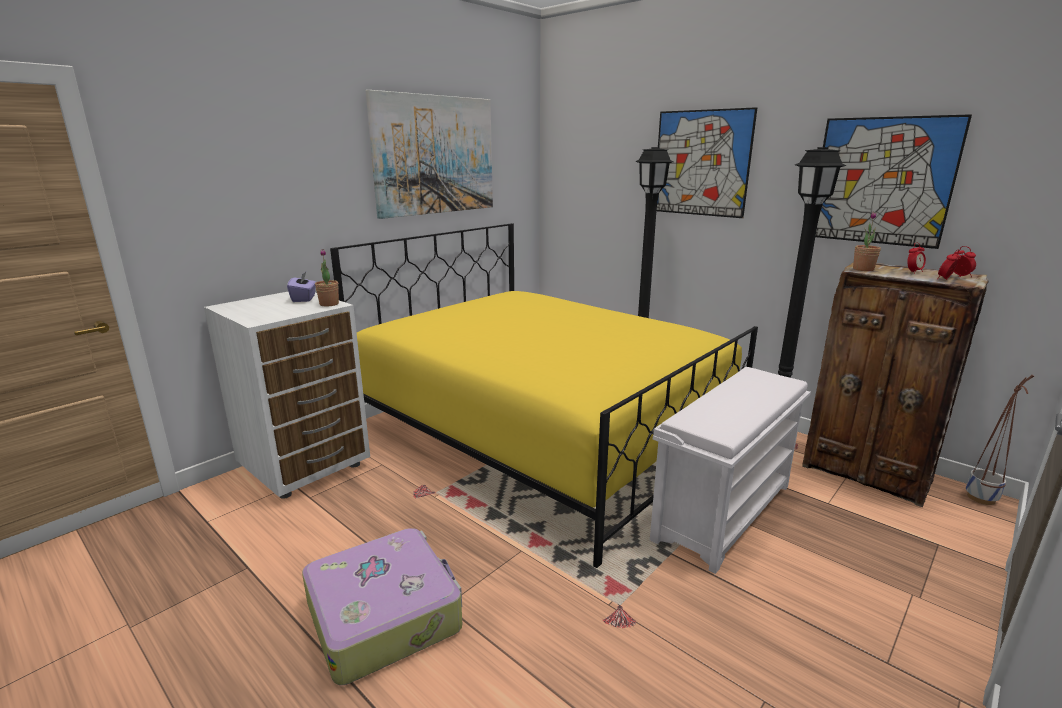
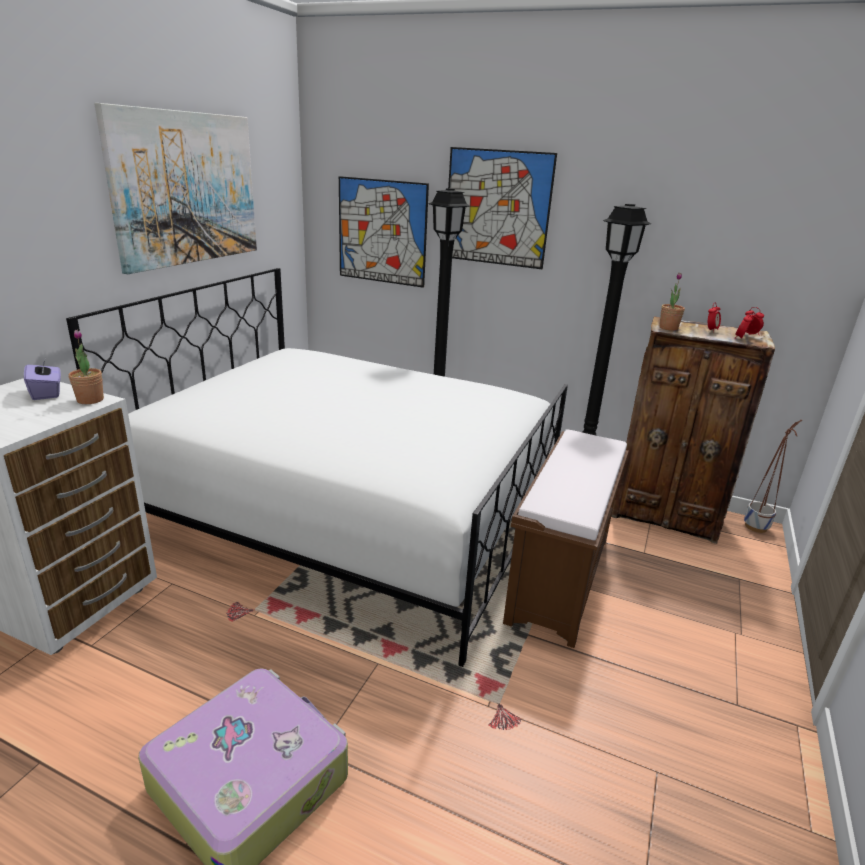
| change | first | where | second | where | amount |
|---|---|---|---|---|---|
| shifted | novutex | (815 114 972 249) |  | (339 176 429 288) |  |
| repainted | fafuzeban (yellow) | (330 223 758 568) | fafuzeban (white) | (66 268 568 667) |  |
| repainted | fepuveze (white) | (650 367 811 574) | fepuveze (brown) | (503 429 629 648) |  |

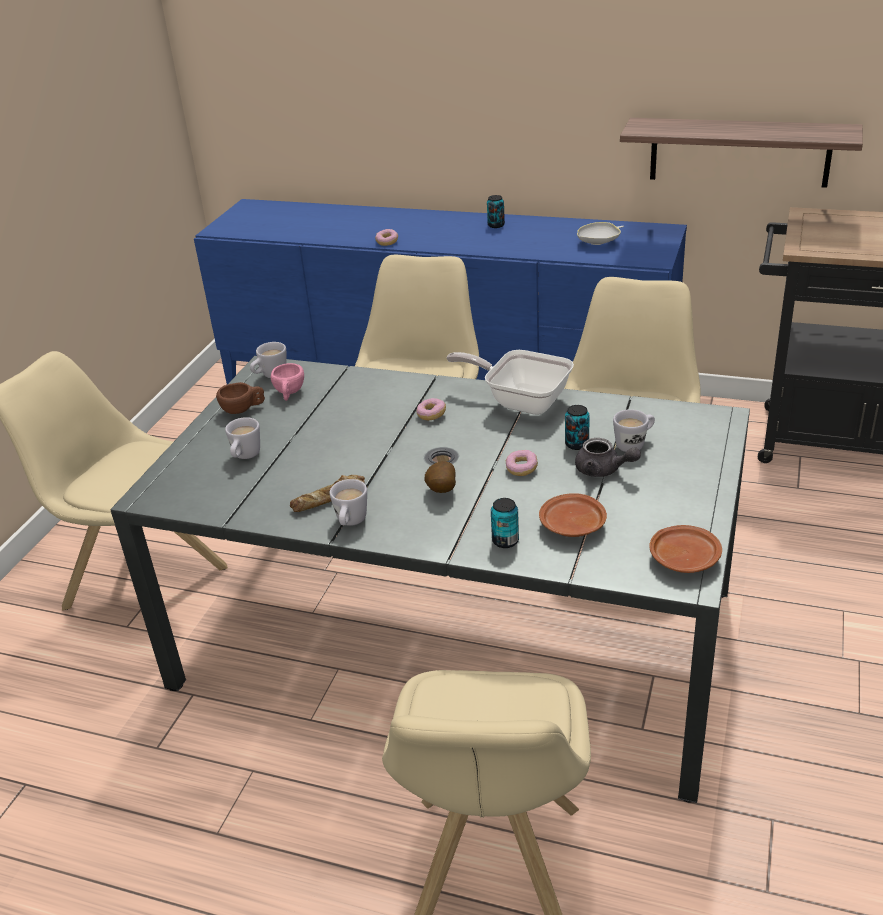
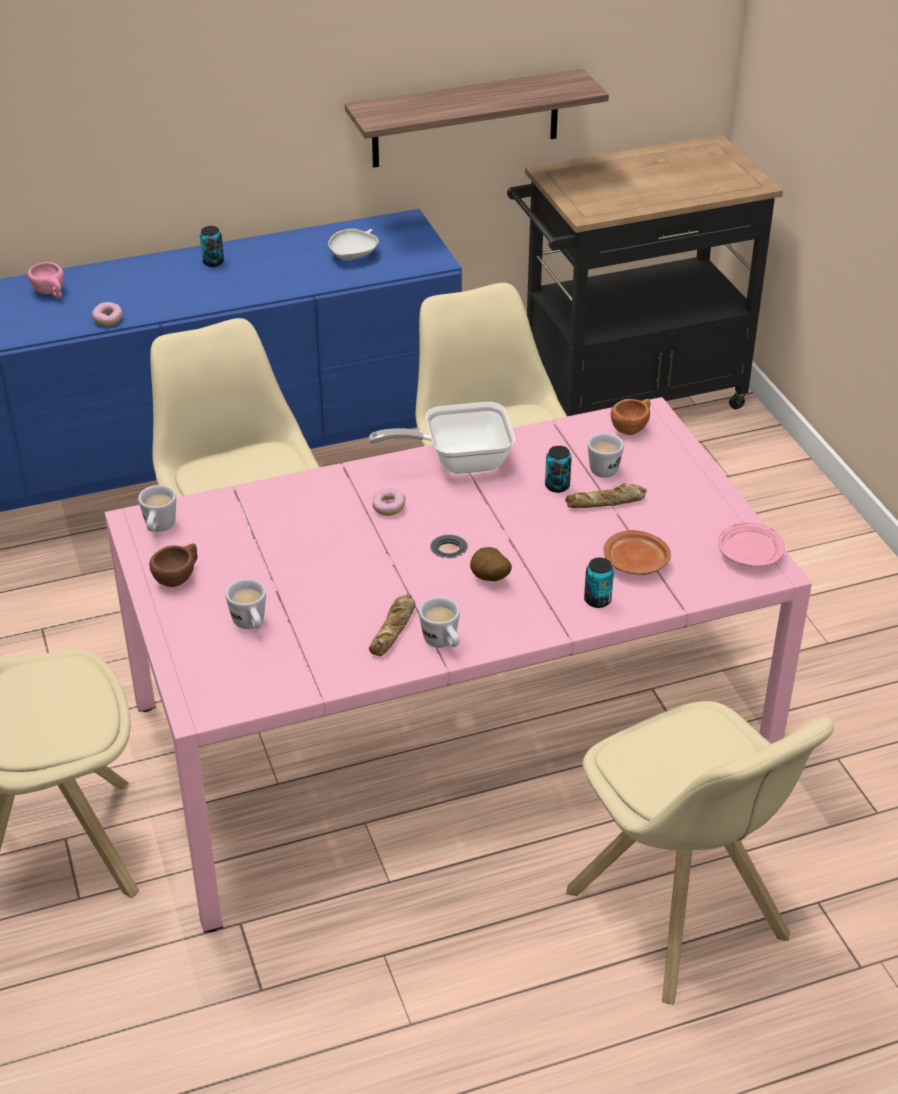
| change | first | where | second | where | amount |
|---|---|---|---|---|---|
| repainted | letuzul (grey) | (111 356 750 803) | letuzul (pink) | (105 397 812 933) |  |
| shifted | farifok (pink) | (271 363 304 401) |  | (28 262 64 298) |  |
| swapped | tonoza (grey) | (575 438 641 477) | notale | (565 483 647 508) |  |
| gone | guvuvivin | (506 450 538 476) |  |  |  |
| repainted | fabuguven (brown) | (649 525 722 573) | fabuguven (pink) | (718 522 785 567) |  |
| new |  |  | farifok (brown) | (611 399 651 435) |  |

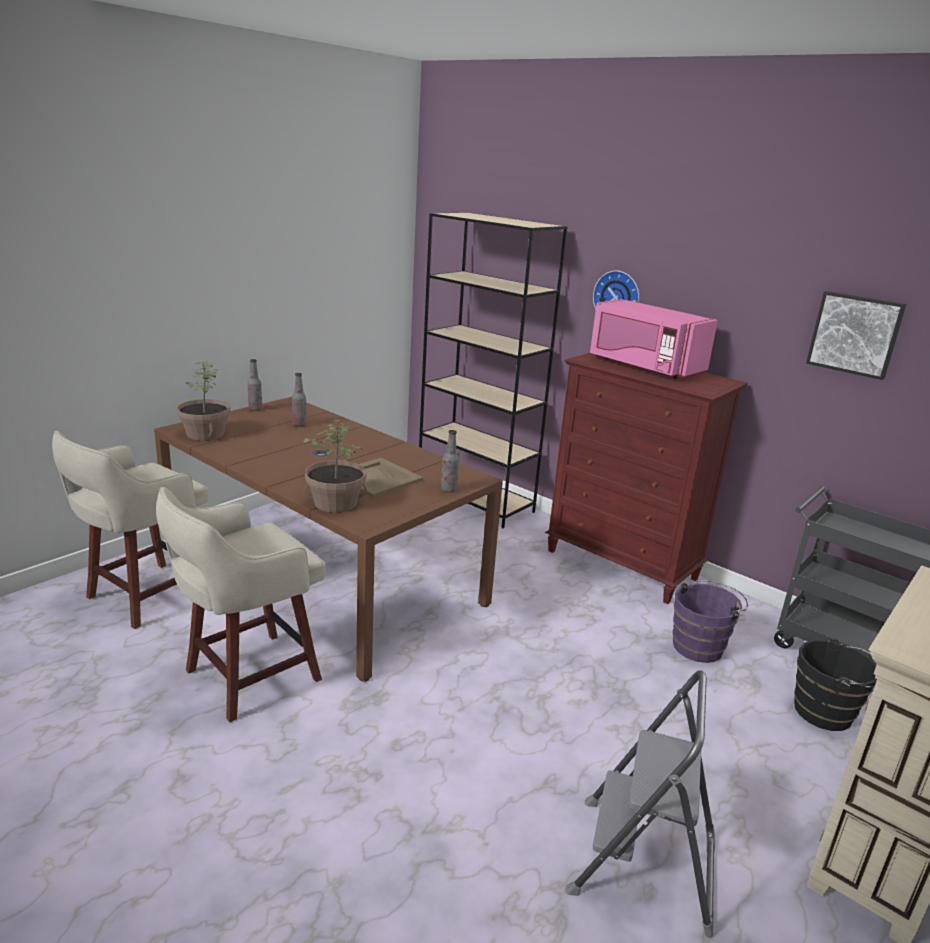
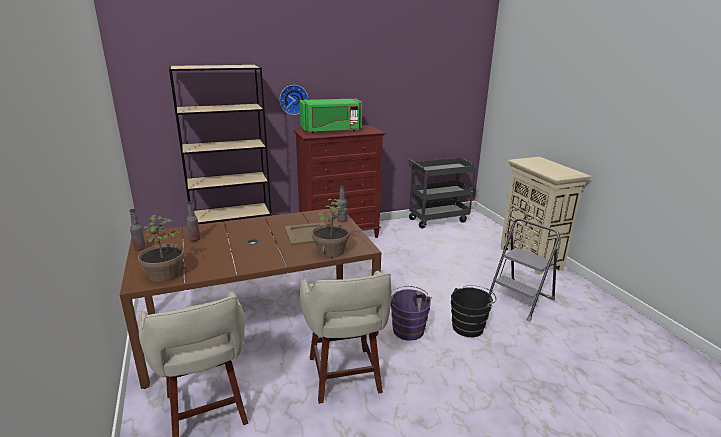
| change | first | where | second | where | amount |
|---|---|---|---|---|---|
| gone | novutex | (806 291 907 380) |  |  |  |
| repainted | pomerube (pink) | (590 299 718 379) | pomerube (green) | (299 99 362 133) |  |
| shifted | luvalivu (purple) | (673 580 748 663) |  | (391 286 432 341) |  |
| shifted | luvalivu (black) | (794 638 877 731) |  | (451 285 496 337) |  |

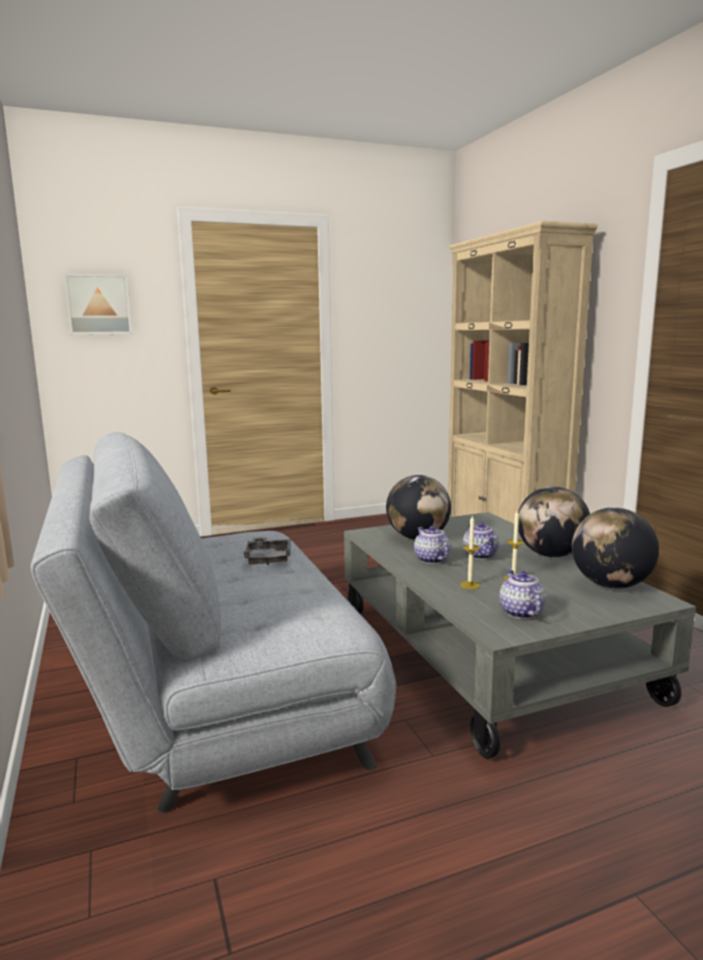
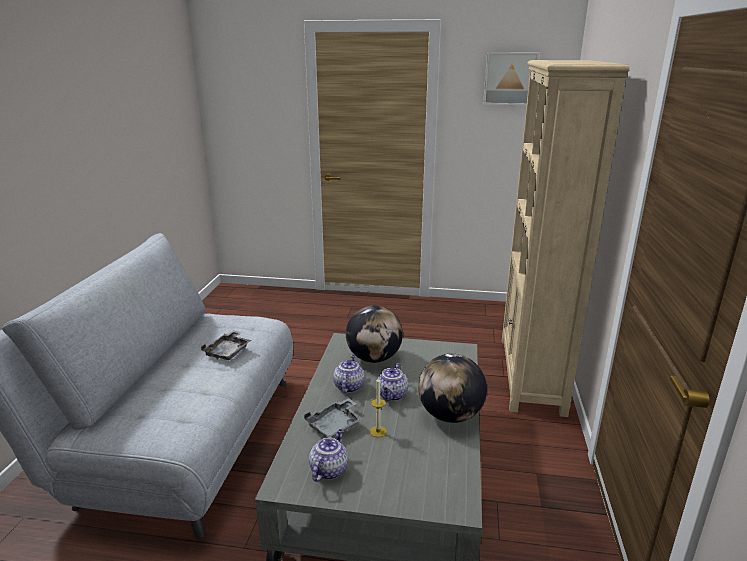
| change | first | where | second | where | amount |
|---|---|---|---|---|---|
| shifted | novutex | (64 274 132 335) |  | (483 52 539 105) |  |
| gone | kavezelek | (572 507 659 589) |  |  |  |
| swapped | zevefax | (460 516 480 589) | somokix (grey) | (304 398 363 438) |  |

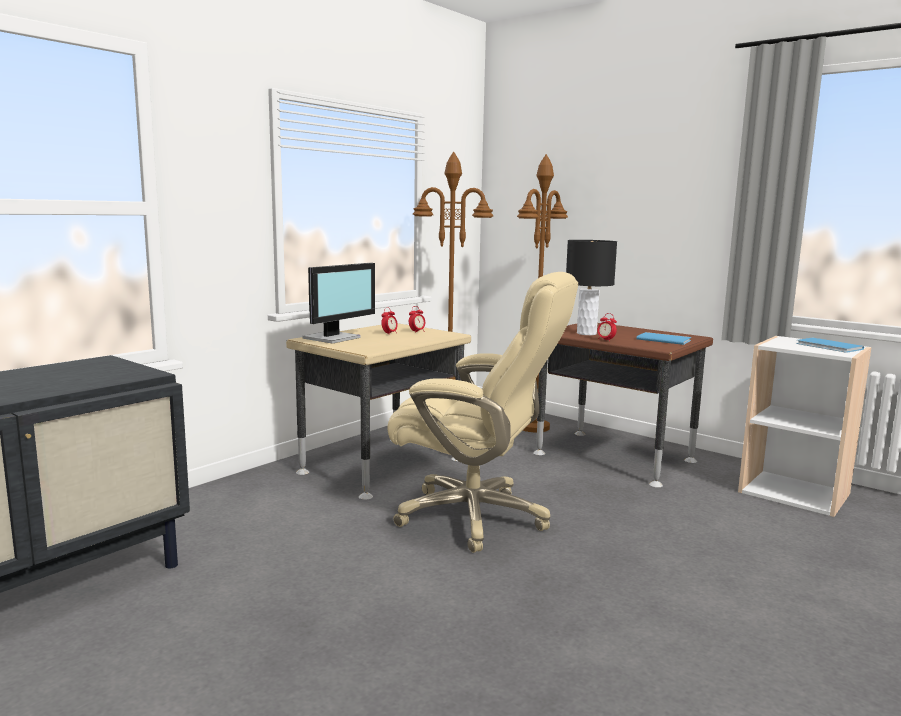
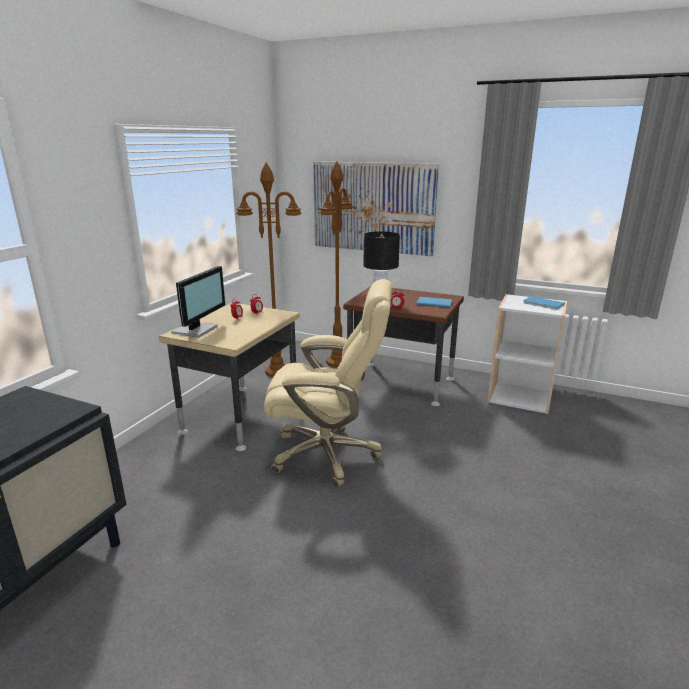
| change | first | where | second | where | amount |
|---|---|---|---|---|---|
| new |  |  | novutex | (313 161 439 256) |  |

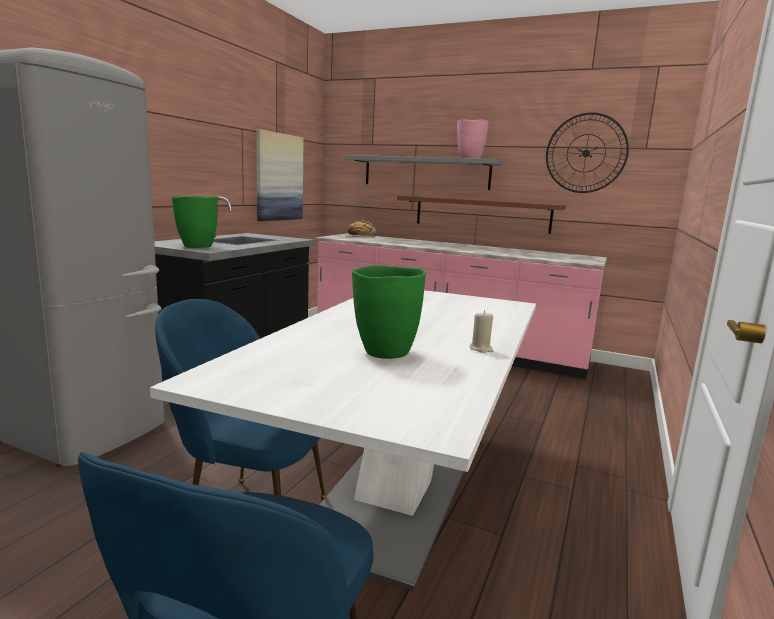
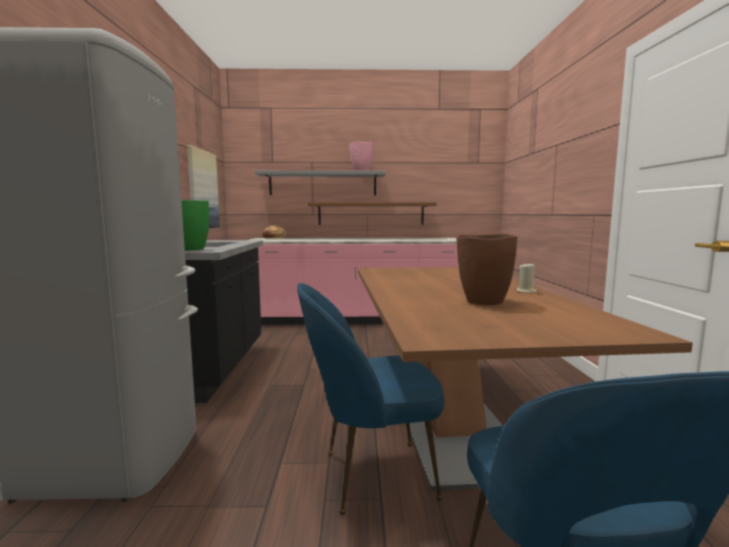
| change | first | where | second | where | amount |
|---|---|---|---|---|---|
| gone | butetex | (546 112 629 193) |  |  |  |
| repainted | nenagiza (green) | (352 265 426 359) | nenagiza (brown) | (456 233 517 305) |  |
| repainted | letuzul (white) | (150 290 536 591) | letuzul (brown) | (357 267 693 491) |  |

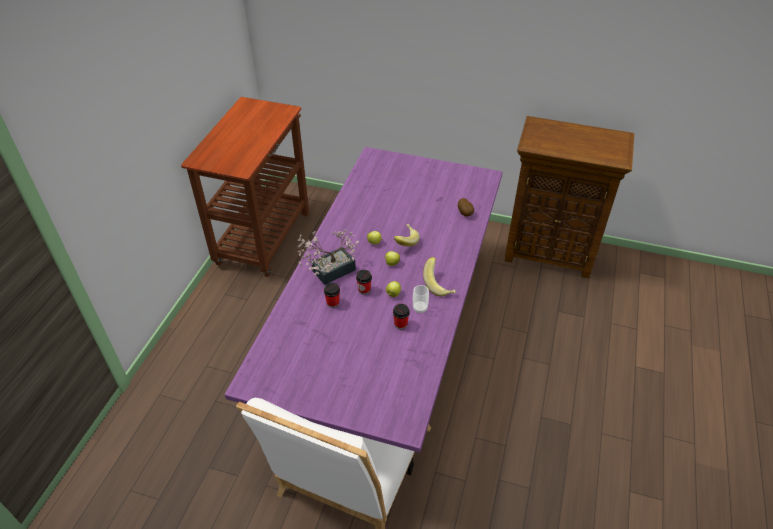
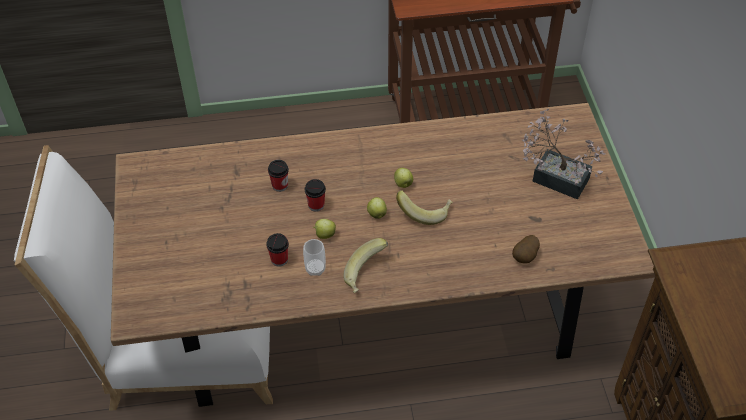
| change | first | where | second | where | amount |
|---|---|---|---|---|---|
| repainted | letuzul (purple) | (225 147 503 475) | letuzul (brown) | (111 103 655 407) |  |
| shifted | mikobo | (297 229 359 285) |  | (522 109 606 200) |  |

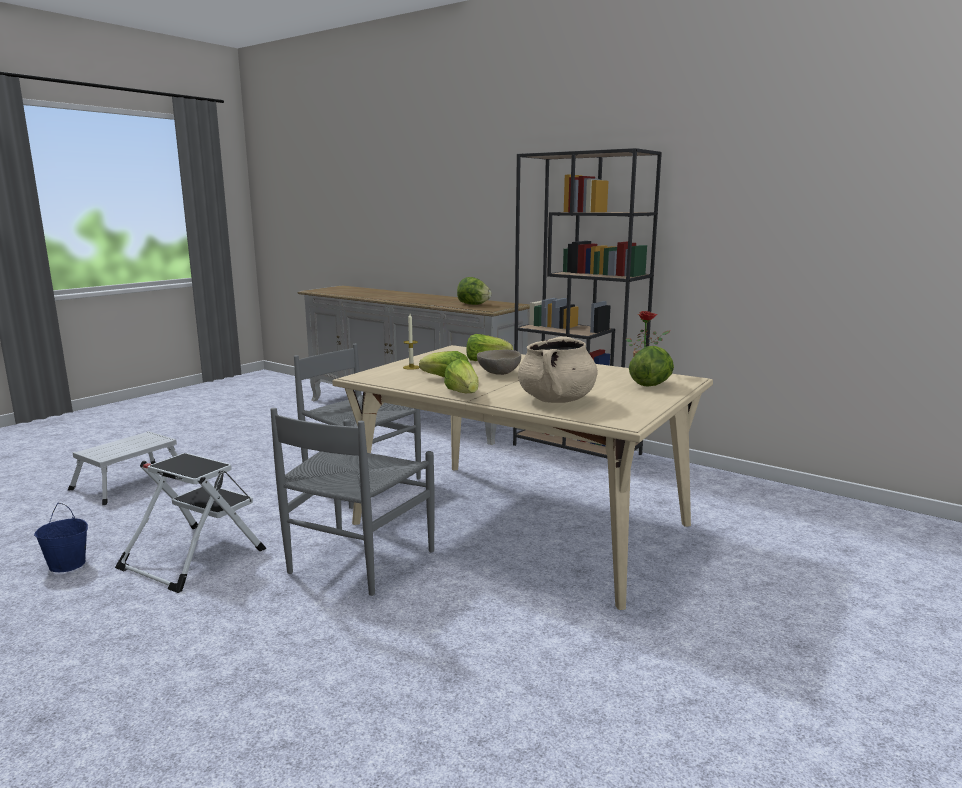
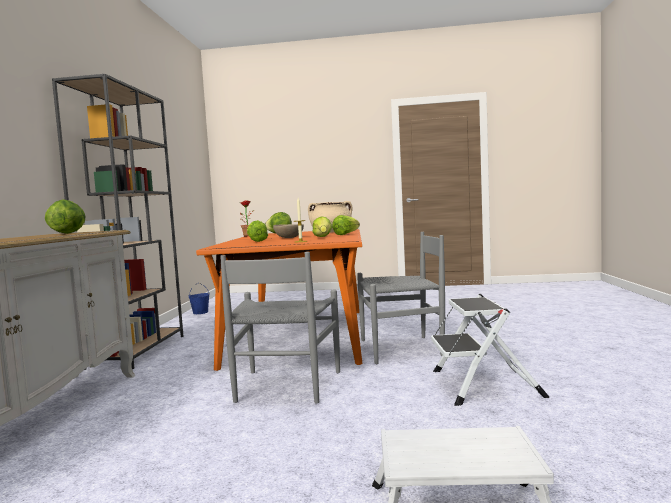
| change | first | where | second | where | amount |
|---|---|---|---|---|---|
| repainted | letuzul (beige) | (333 345 713 610) | letuzul (orange) | (196 229 363 371) |  |
| shifted | luvalivu (blue) | (34 503 88 572) |  | (189 283 210 314) |  |

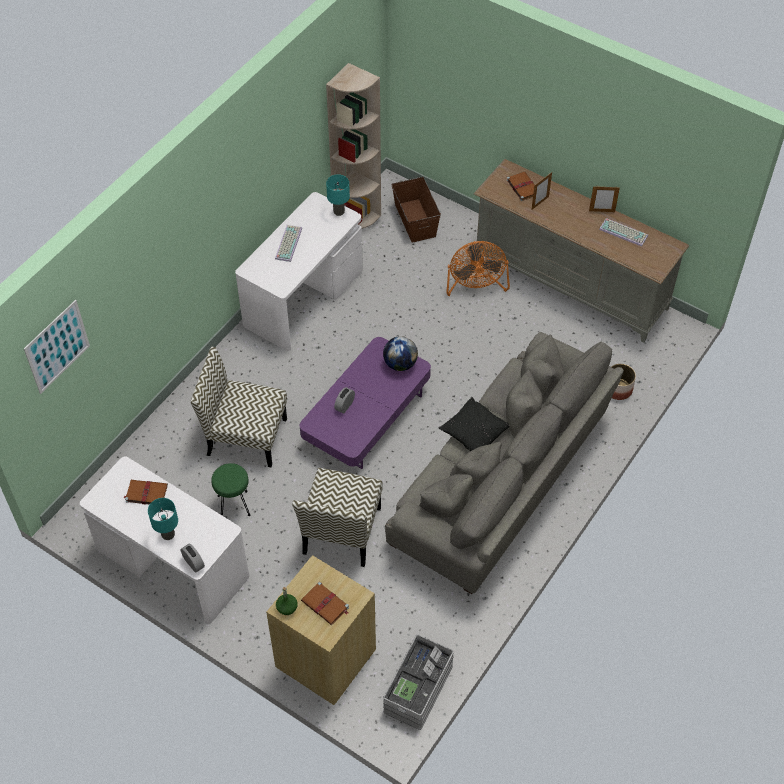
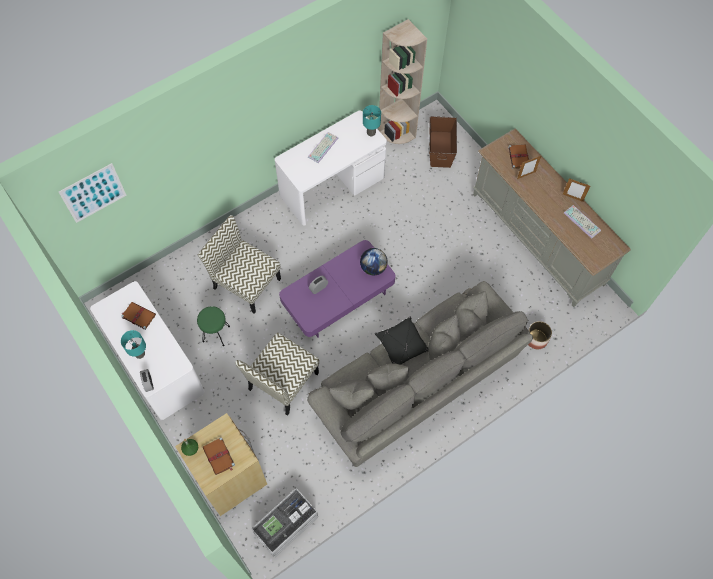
| change | first | where | second | where | amount |
|---|---|---|---|---|---|
| gone | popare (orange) | (446 240 510 296) |  |  |  |

